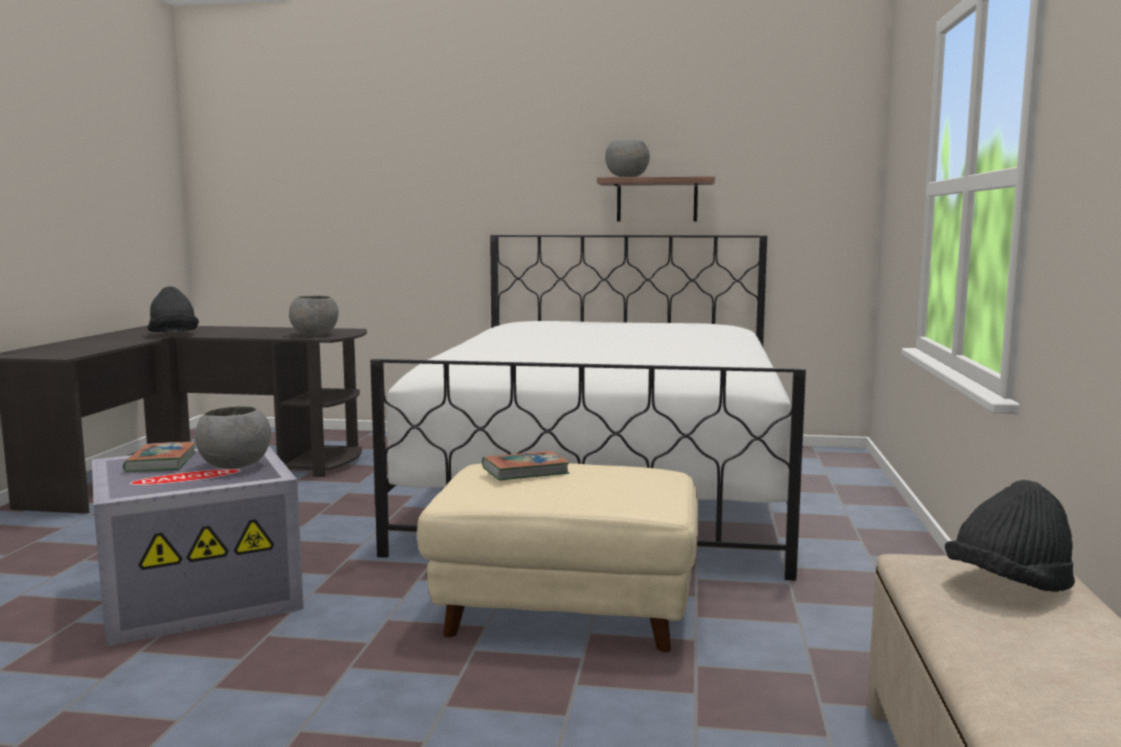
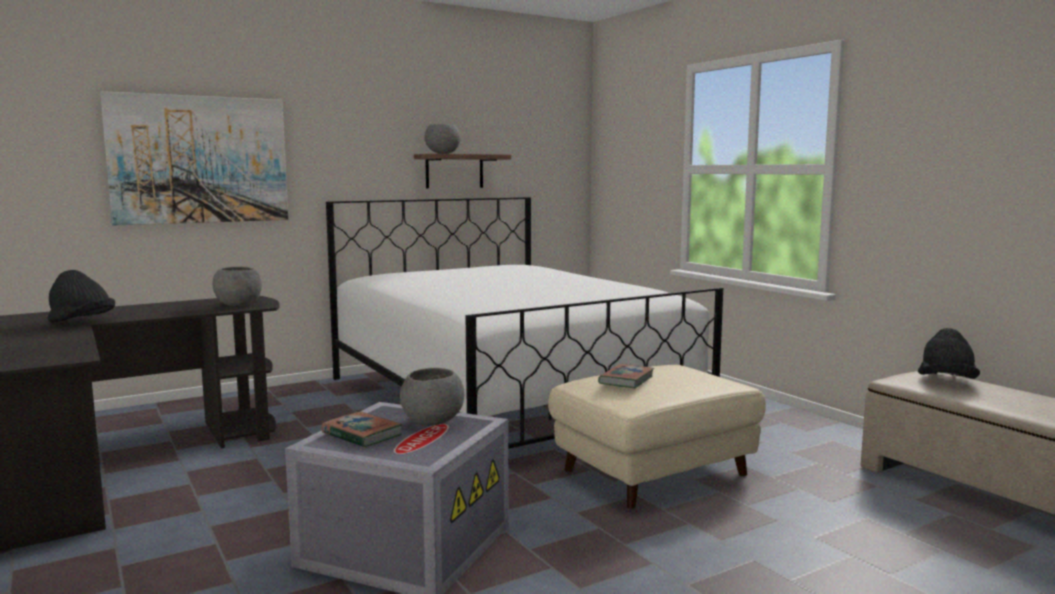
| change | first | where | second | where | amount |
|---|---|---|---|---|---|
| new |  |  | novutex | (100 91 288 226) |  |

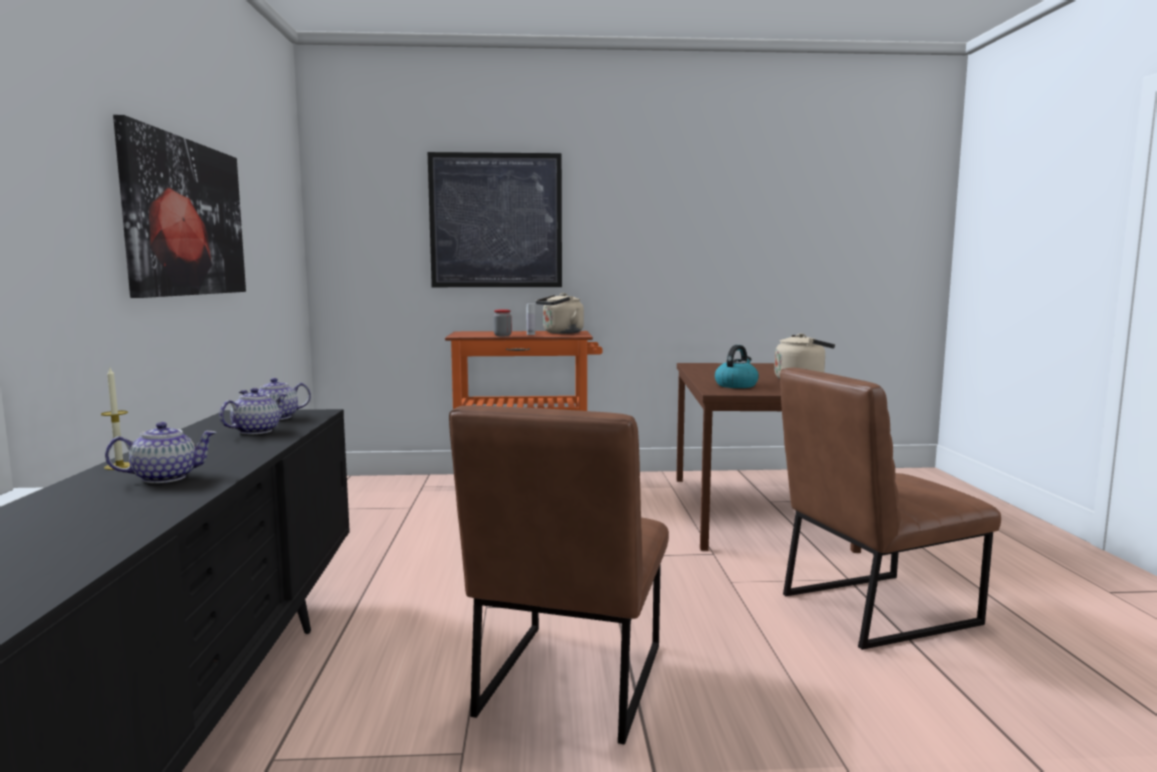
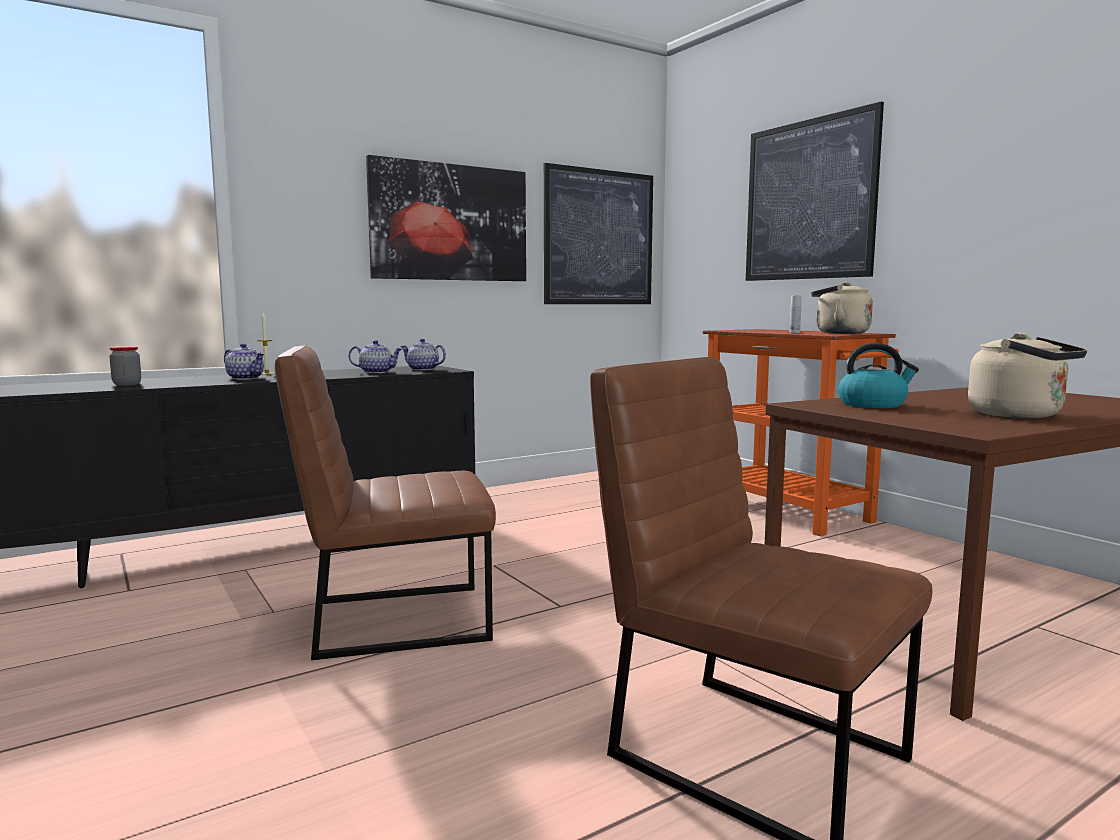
| change | first | where | second | where | amount |
|---|---|---|---|---|---|
| shifted | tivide | (493 310 512 336) |  | (109 346 141 386) |  |
| new |  |  | novutex | (544 163 653 304) |  |

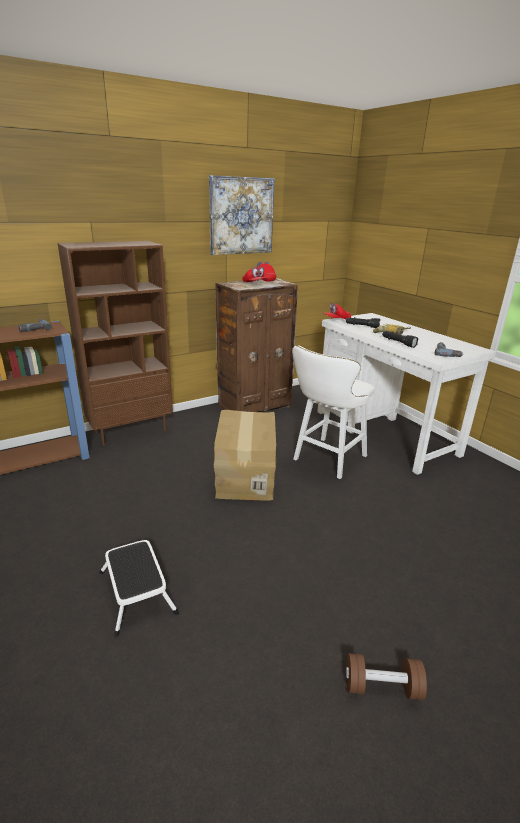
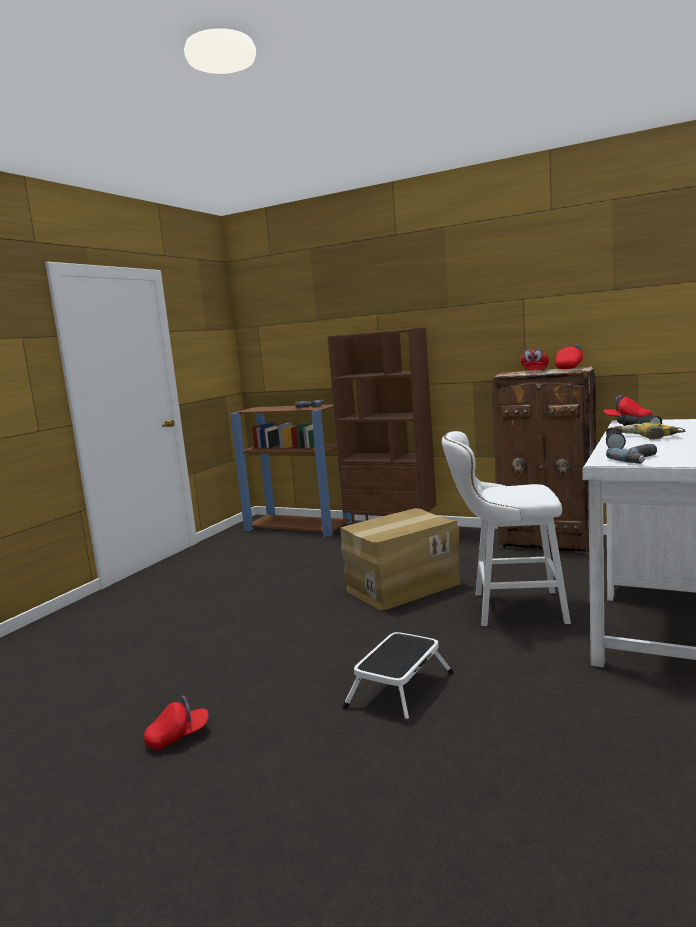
| change | first | where | second | where | amount |
|---|---|---|---|---|---|
| gone | novutex | (209 175 275 255) |  |  |  |
| shifted | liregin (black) | (99 540 179 637) |  | (342 632 454 727) |  |
| swapped | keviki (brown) | (346 653 427 700) | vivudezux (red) | (144 695 209 750) |  |

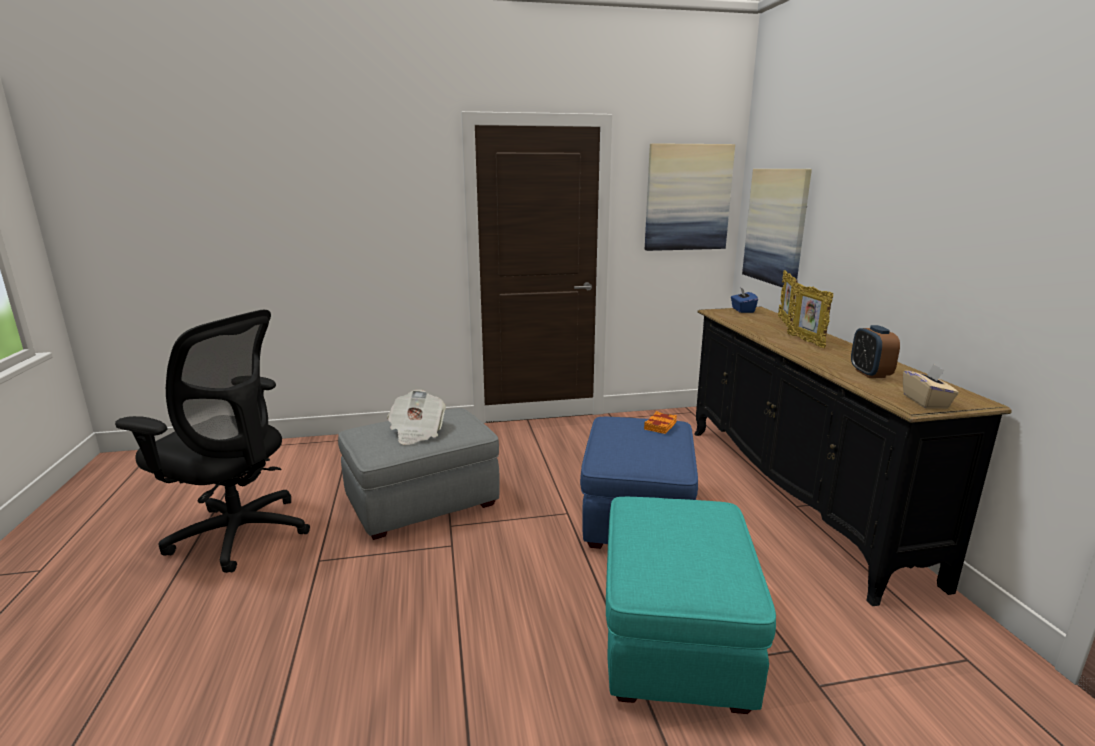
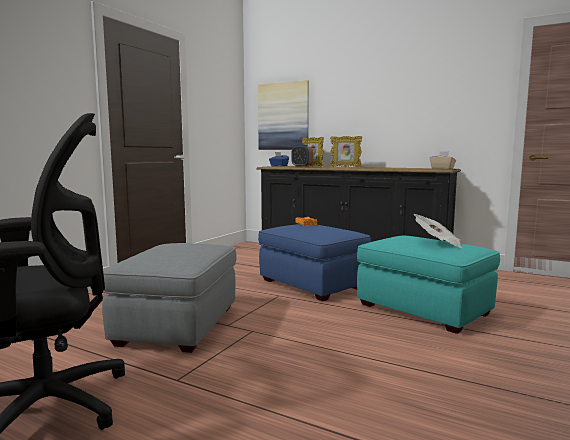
| change | first | where | second | where | amount |
|---|---|---|---|---|---|
| gone | novutex | (645 143 735 251) |  |  |  |
| shifted | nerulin | (851 325 900 378) |  | (291 145 313 167) |  |
| shifted | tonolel | (387 390 446 445) |  | (414 214 462 248) |  |

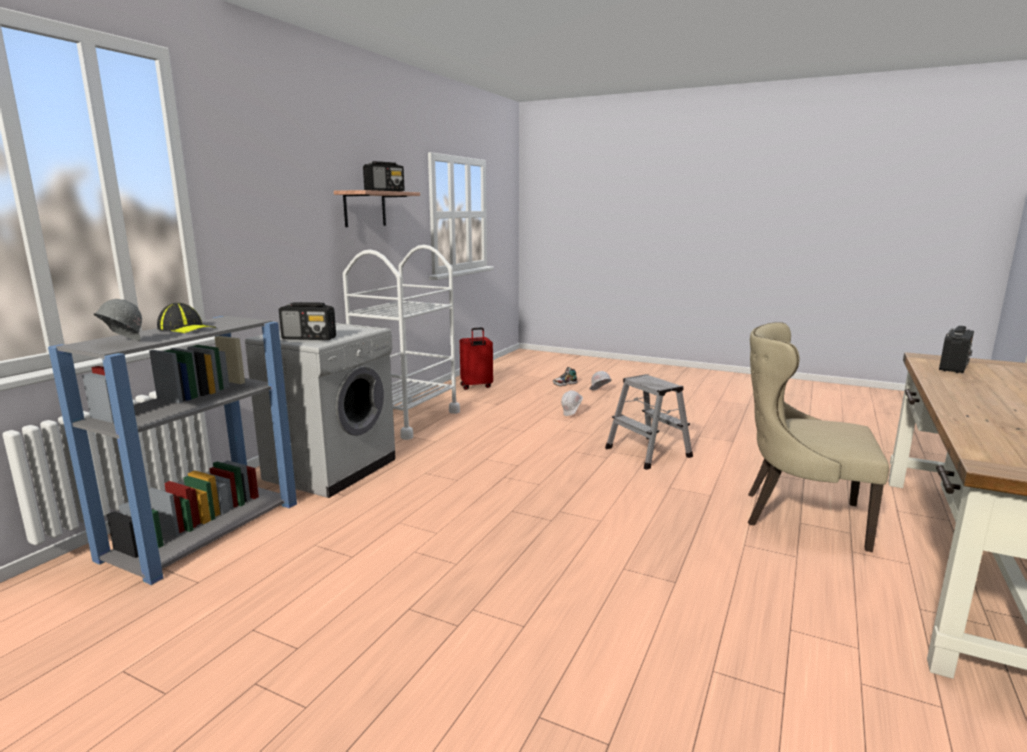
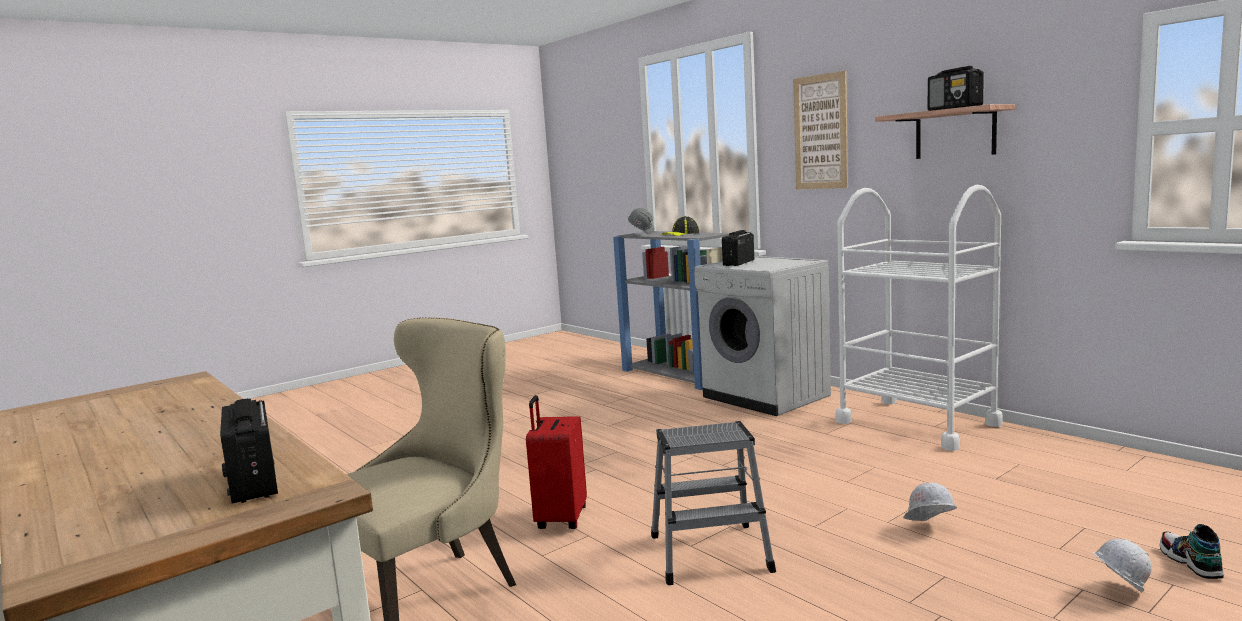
| change | first | where | second | where | amount |
|---|---|---|---|---|---|
| shifted | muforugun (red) | (460 327 493 390) |  | (526 395 587 529) |  |
| new |  |  | novutex | (793 70 848 189) |  |

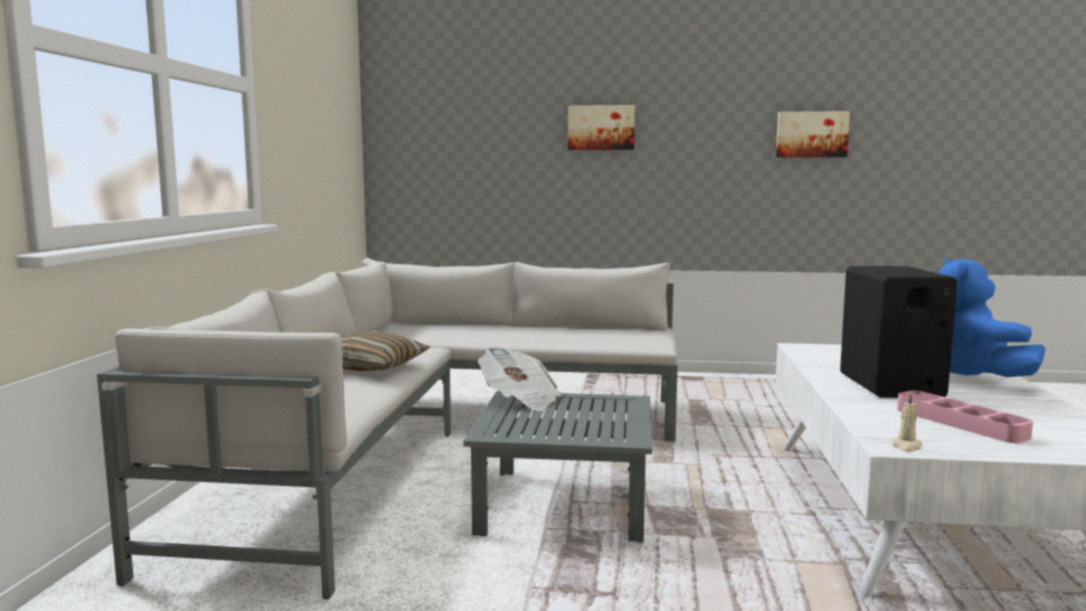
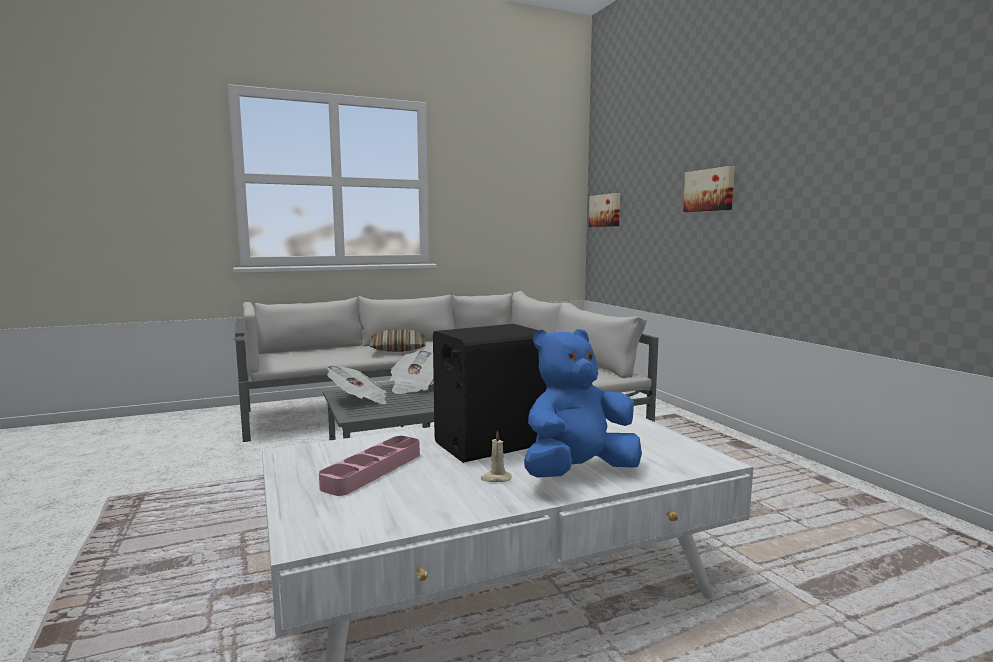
| change | first | where | second | where | amount |
|---|---|---|---|---|---|
| shifted | novutex | (776 111 850 157) |  | (589 193 620 227) |  |
| shifted | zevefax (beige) | (892 393 923 452) |  | (481 431 512 482) |  |
| new |  |  | tonolel | (326 365 386 404) |  |

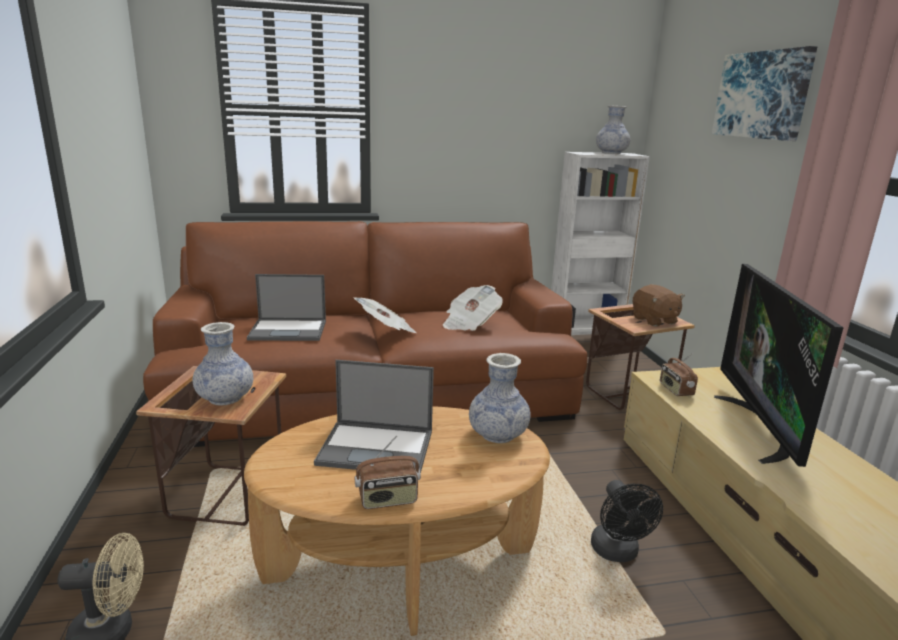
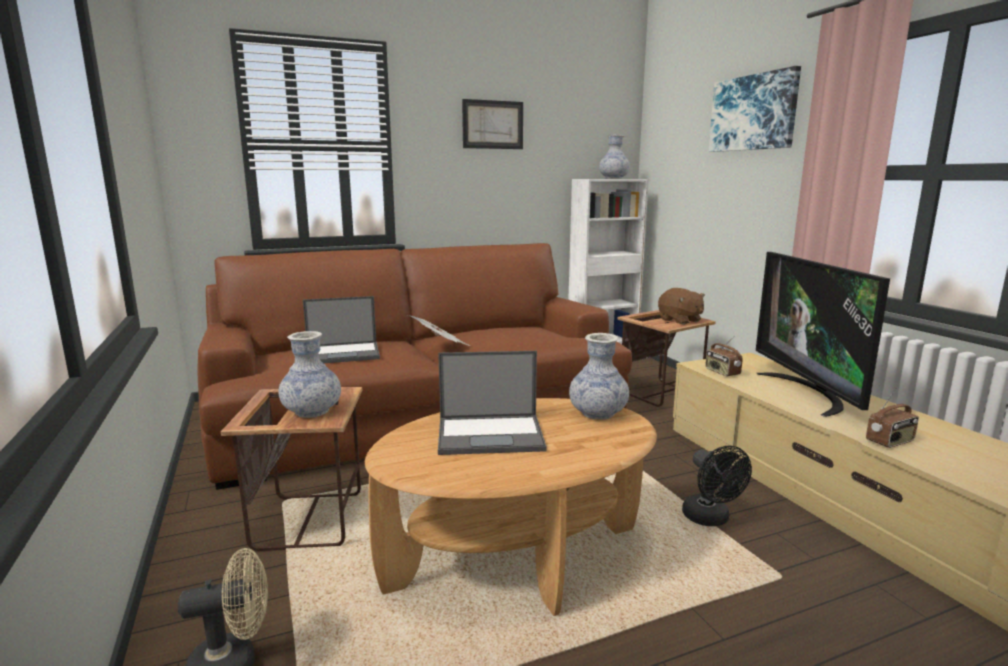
| change | first | where | second | where | amount |
|---|---|---|---|---|---|
| gone | tonolel | (443 285 503 331) |  |  |  |
| shifted | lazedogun | (355 436 421 509) |  | (866 388 919 448) |  |
| new |  |  | novutex | (462 99 523 149) |  |

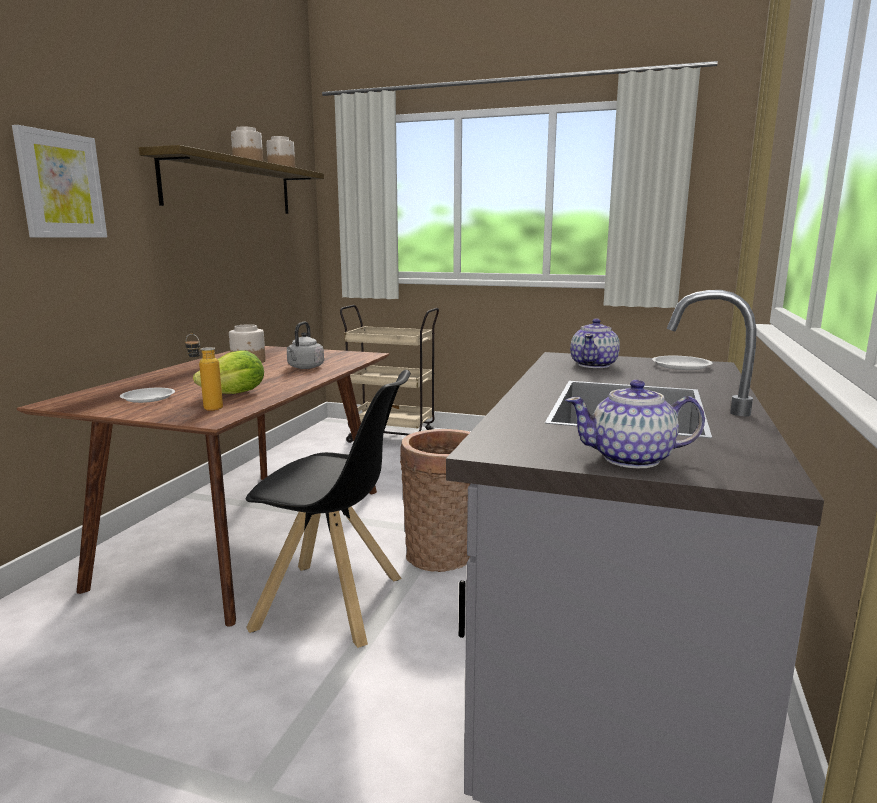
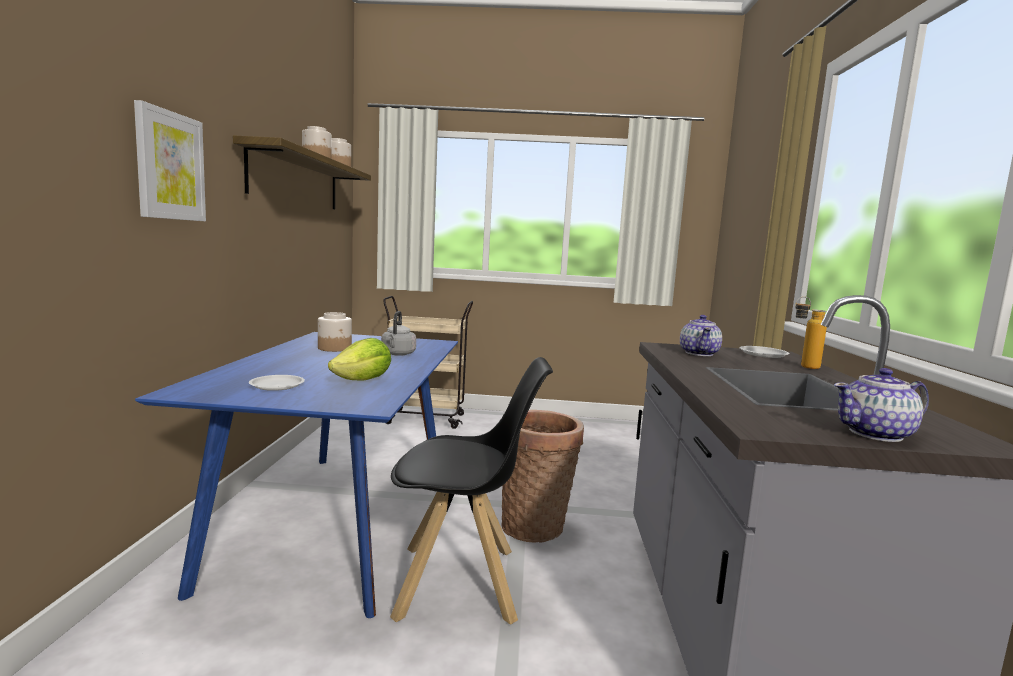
| change | first | where | second | where | amount |
|---|---|---|---|---|---|
| shifted | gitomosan | (185 334 223 411) |  | (795 296 827 369) |  |
| repainted | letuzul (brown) | (17 346 389 627) | letuzul (blue) | (135 332 458 618) |  |

